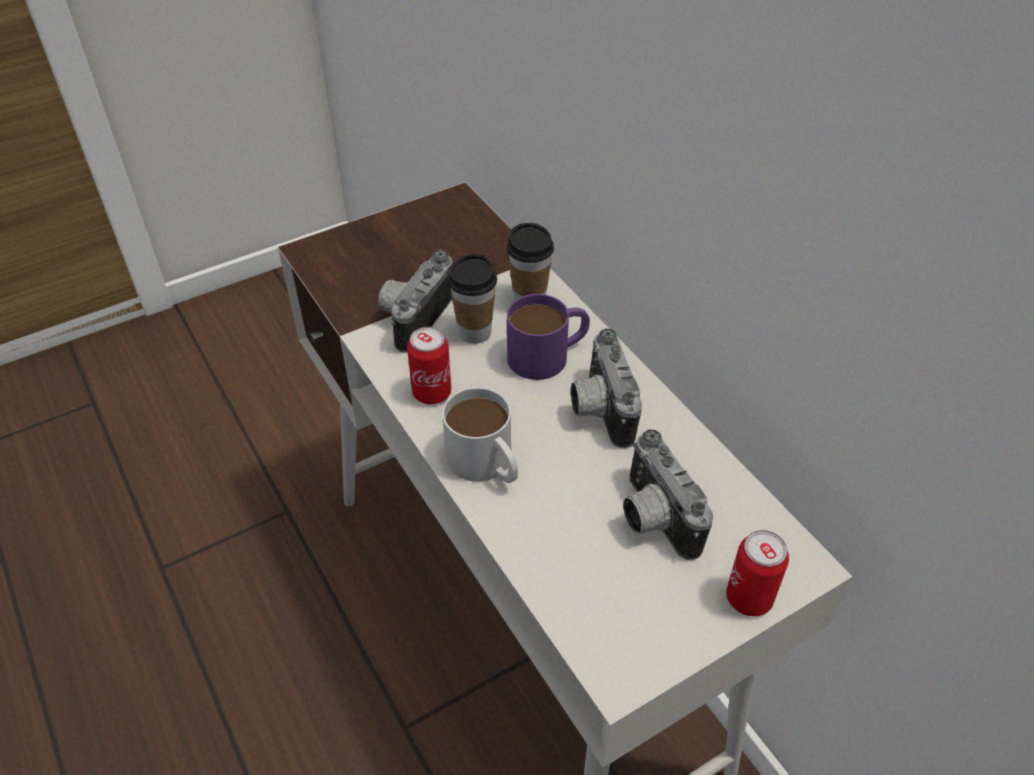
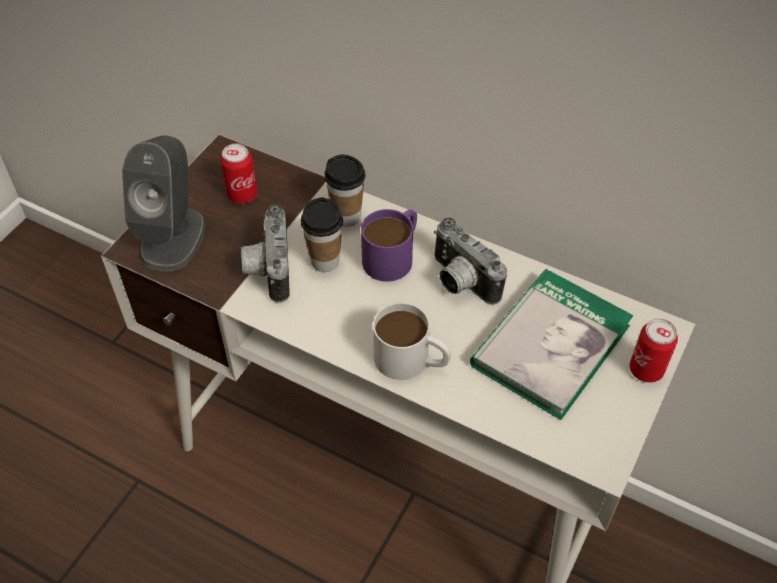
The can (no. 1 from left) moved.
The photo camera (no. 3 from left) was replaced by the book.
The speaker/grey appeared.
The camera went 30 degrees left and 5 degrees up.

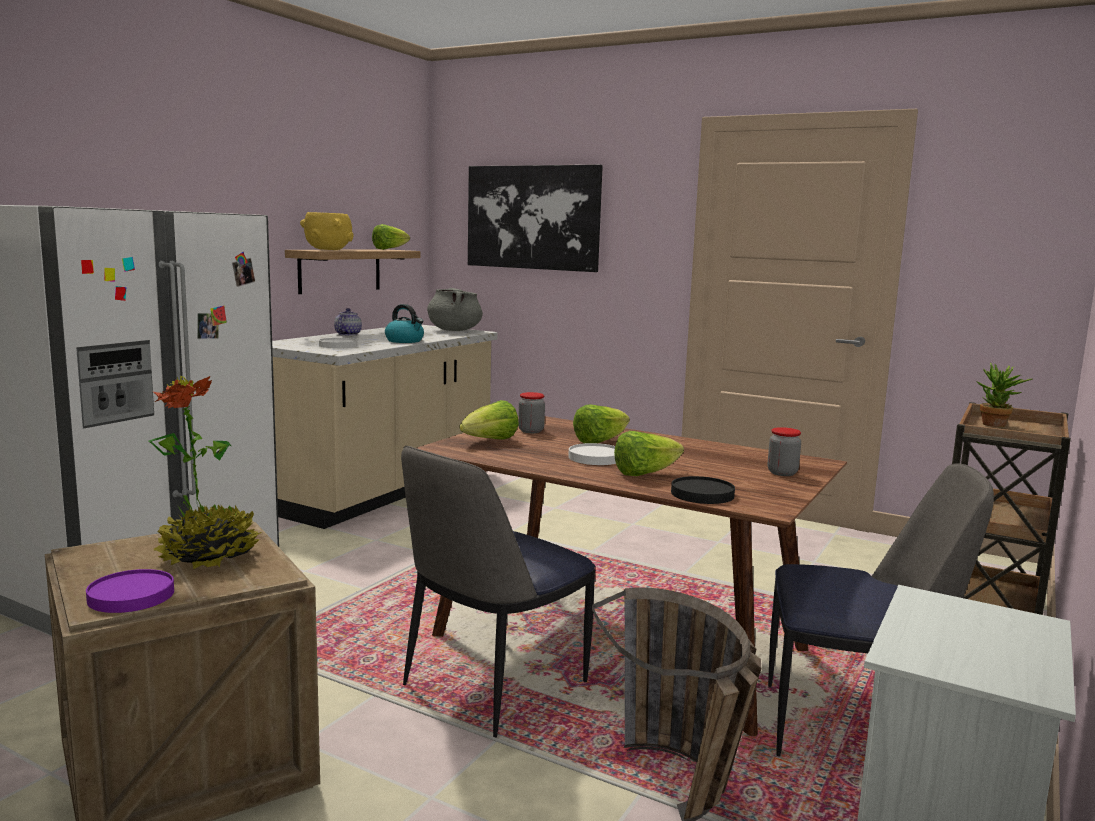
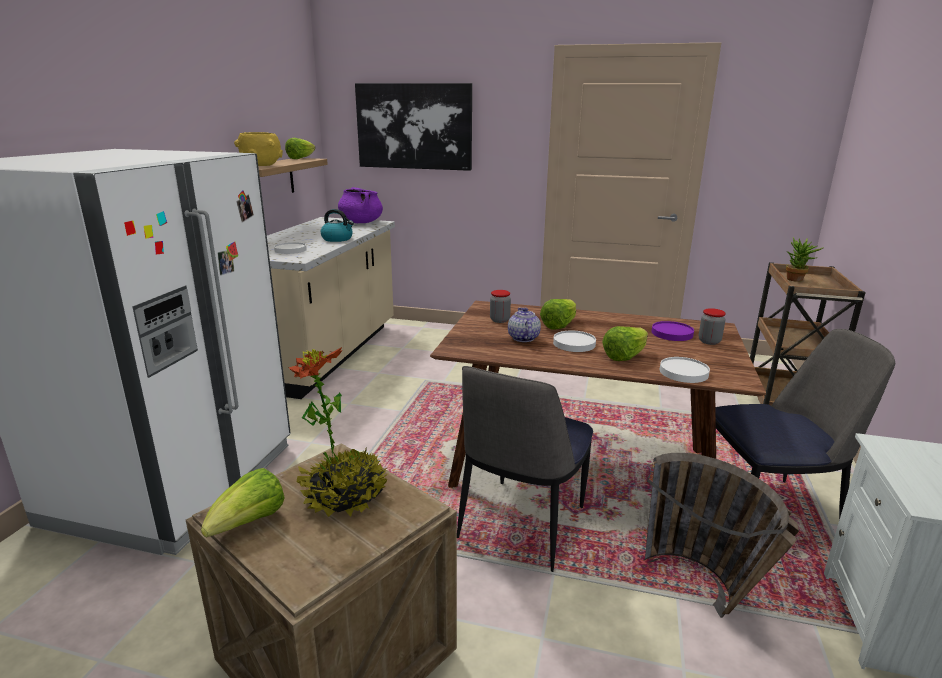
The plate/purple moved.
The teapot moved.
The cooking pot/grey became the cooking pot/purple.
The lettuce (no. 2 from left in the first image) moved.
The plate/black became the plate/white (no. 3 from left).
The camera went 15 degrees left and 10 degrees up.

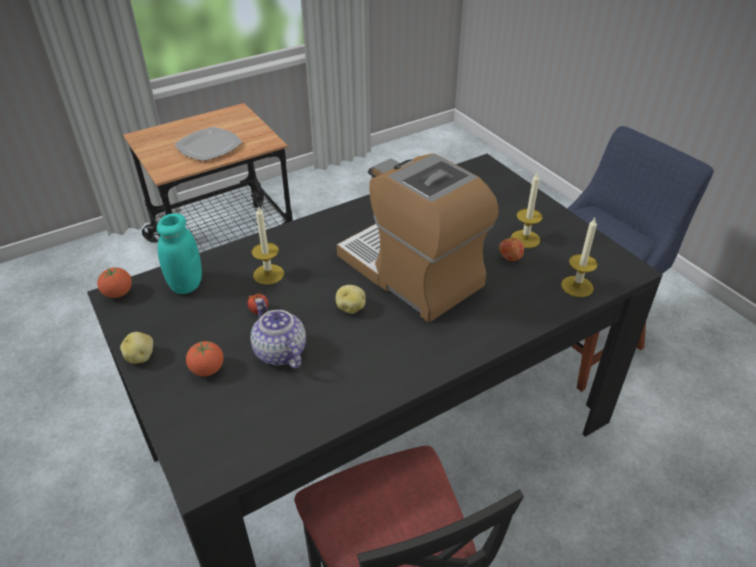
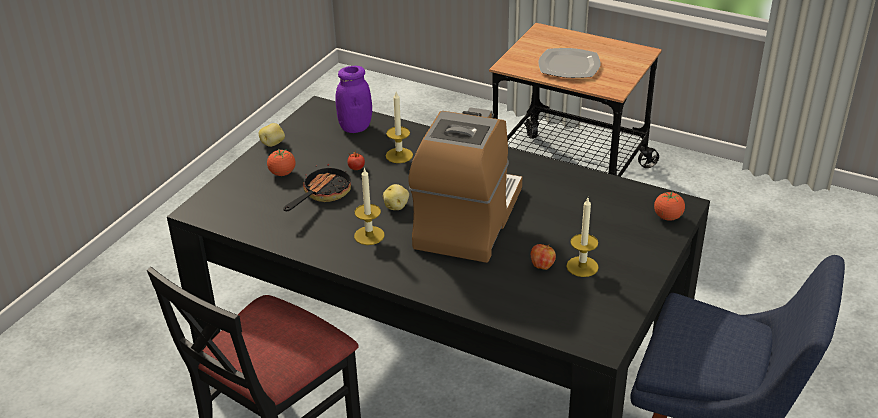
The tomato (no. 1 from left in the first image) moved.
The jar/turquoise became the jar/purple.
The teapot was replaced by the frying pan.
The candle (no. 3 from left in the first image) moved.
The camera went 60 degrees right and 5 degrees down.

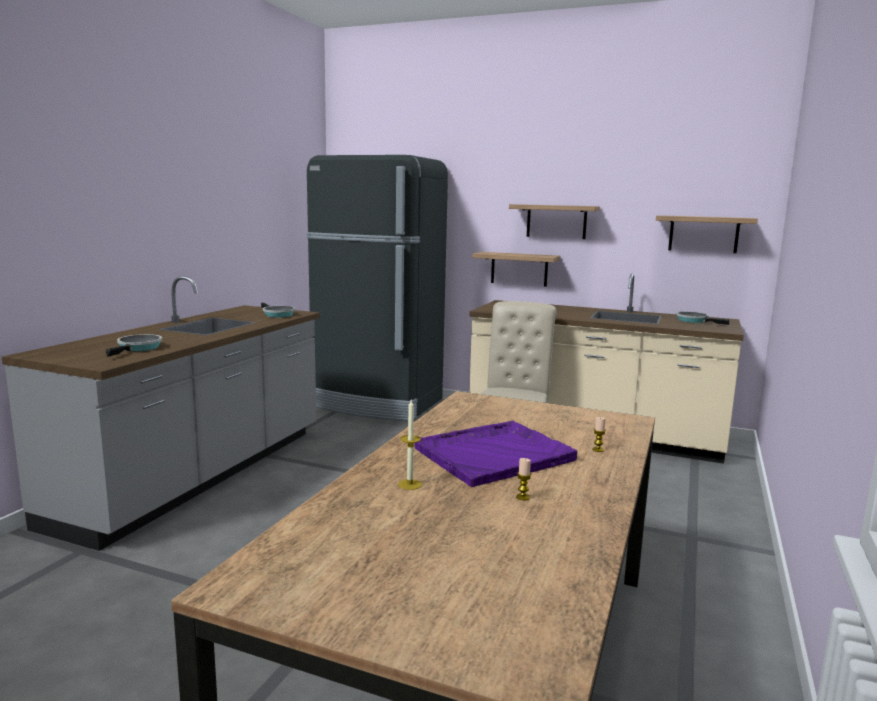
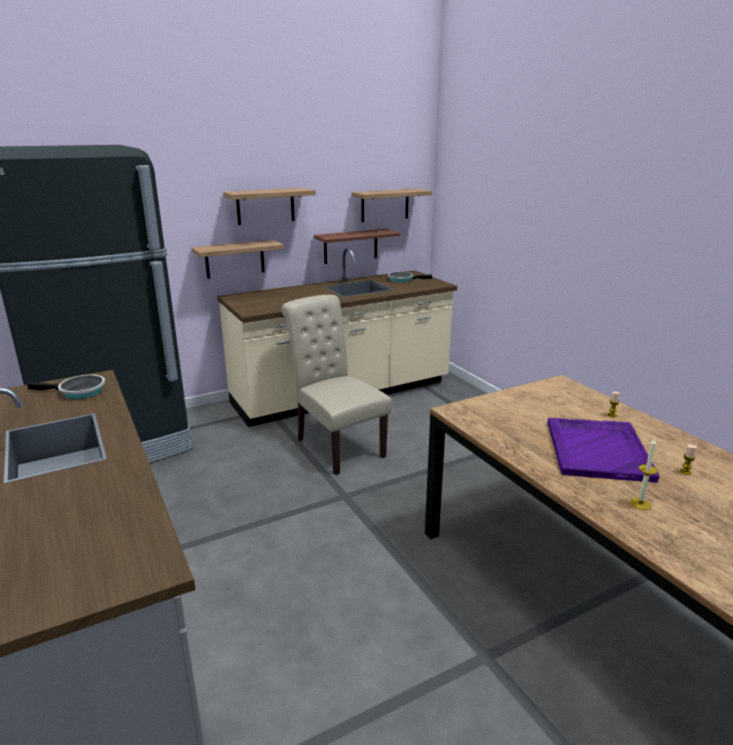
The frying pan (no. 1 from left) disappeared.
The shelf (no. 3 from left) appeared.
The camera went 50 degrees left and 10 degrees up.

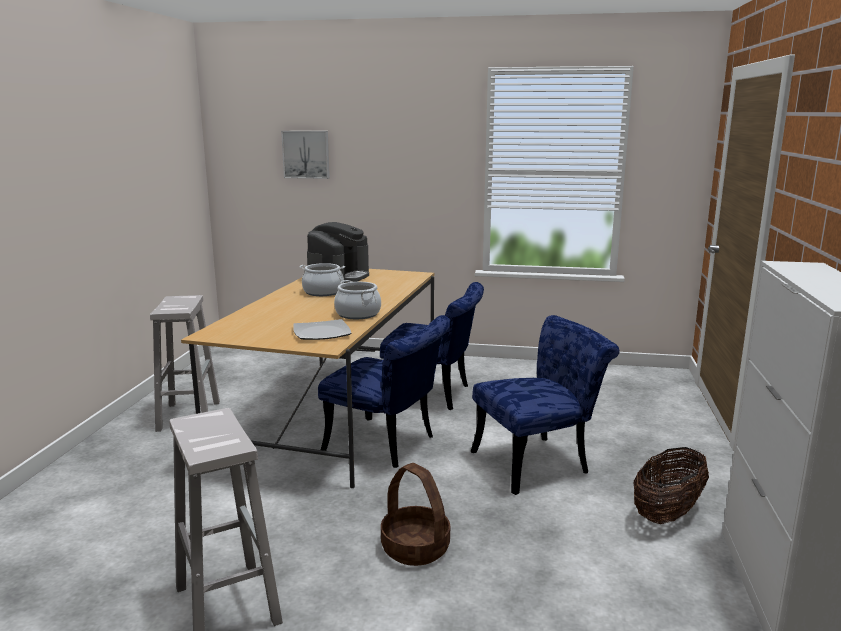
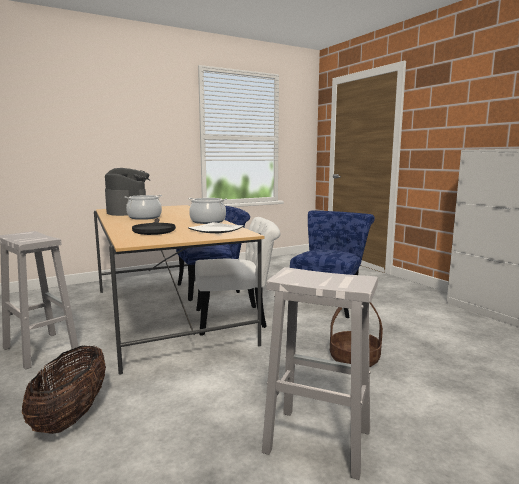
The picture disappeared.
The chair/blue (no. 1 from left) became the chair/white.
The basket (no. 2 from left in the first image) moved.
The frying pan/black appeared.
The camera went 40 degrees left and 5 degrees down.

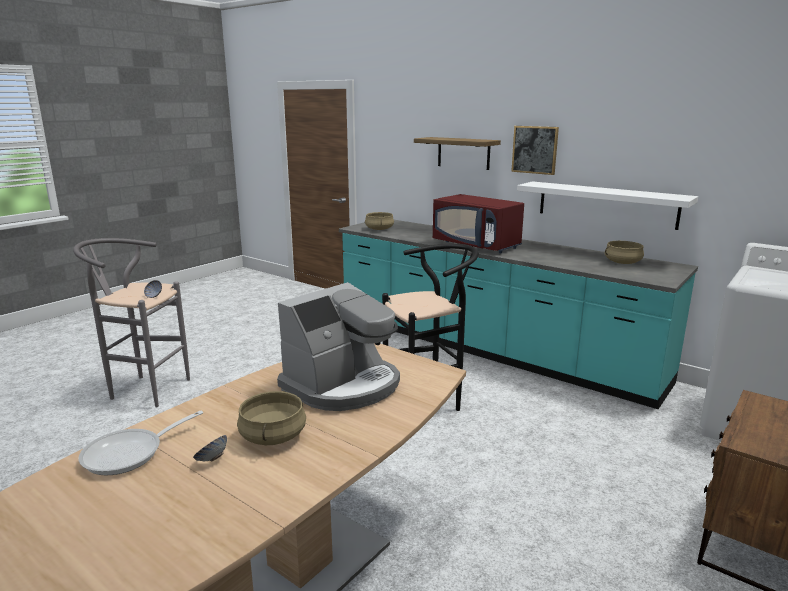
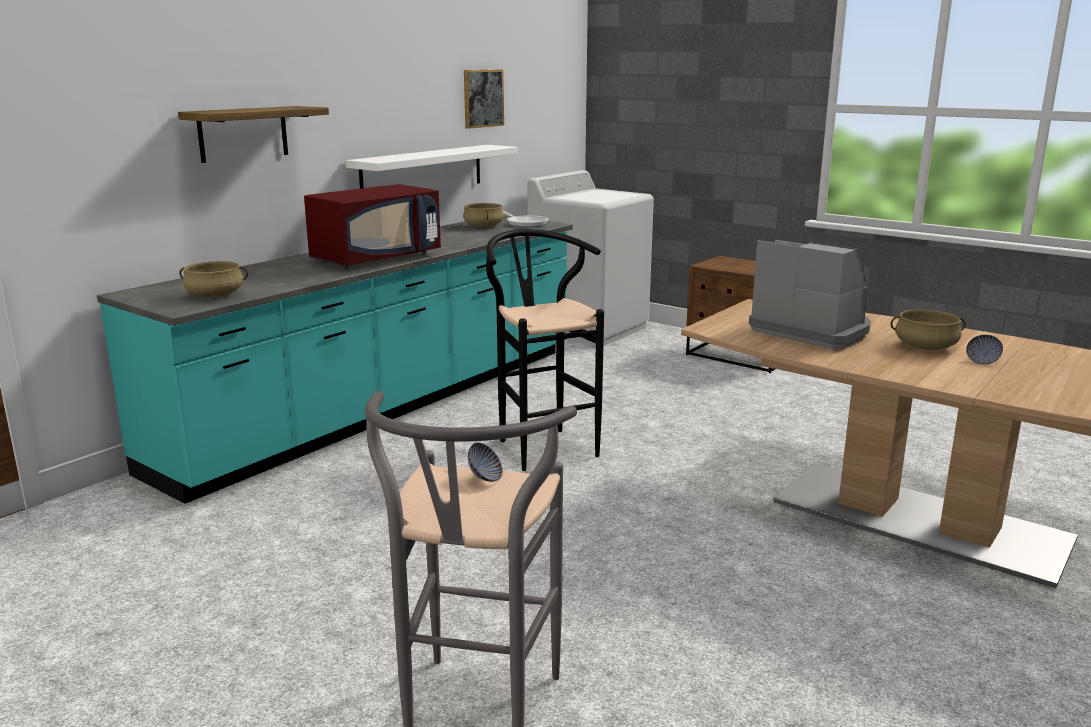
The frying pan moved.
The picture moved.
The camera went 90 degrees left and 0 degrees up.

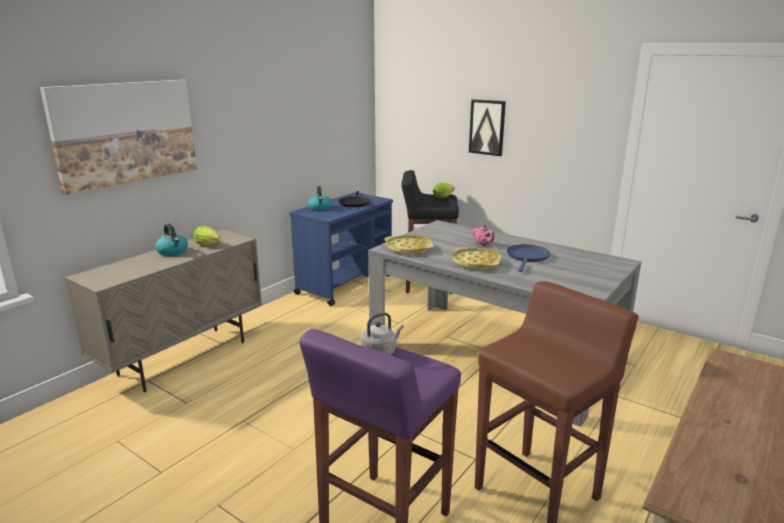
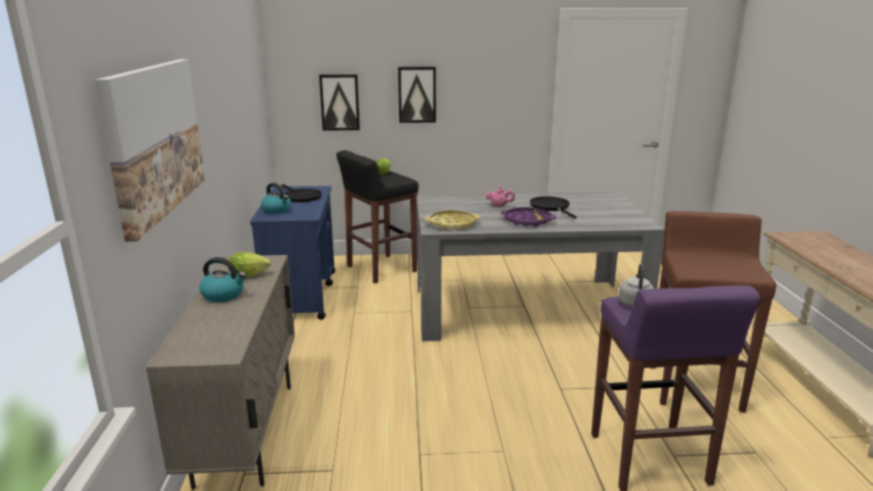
The tray/yellow (no. 2 from left) became the tray/purple.
The frying pan/blue became the frying pan/black (no. 2 from left).
The picture (no. 2 from left) appeared.
The camera went 40 degrees left and 0 degrees up.

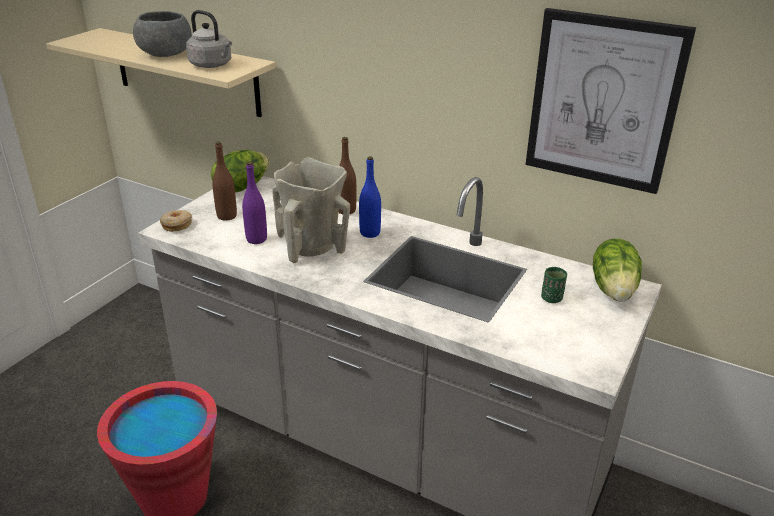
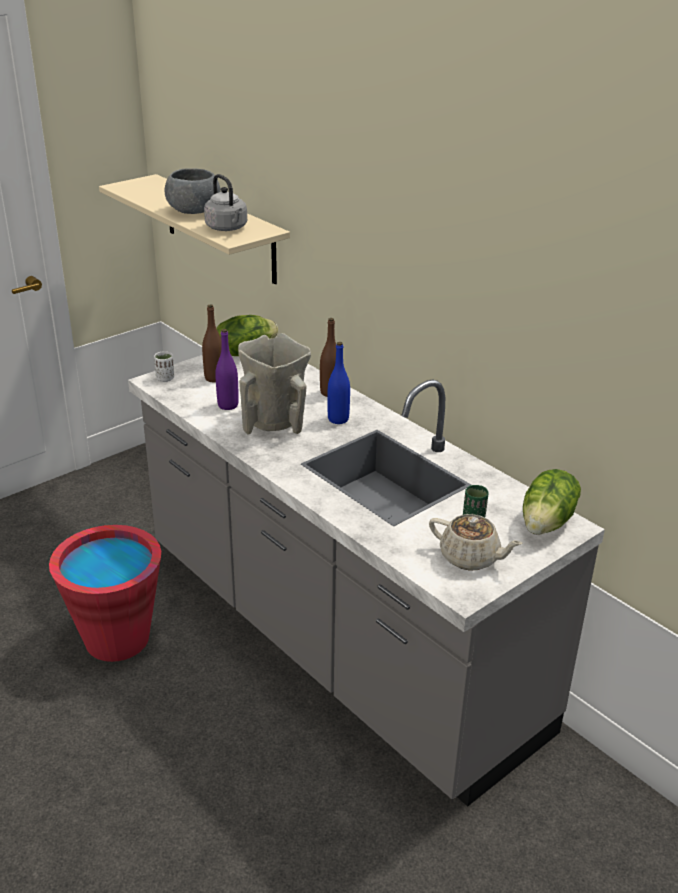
The donut was replaced by the cup/white.
The picture disappeared.
The teapot/beige appeared.
The camera went 20 degrees right and 0 degrees up.

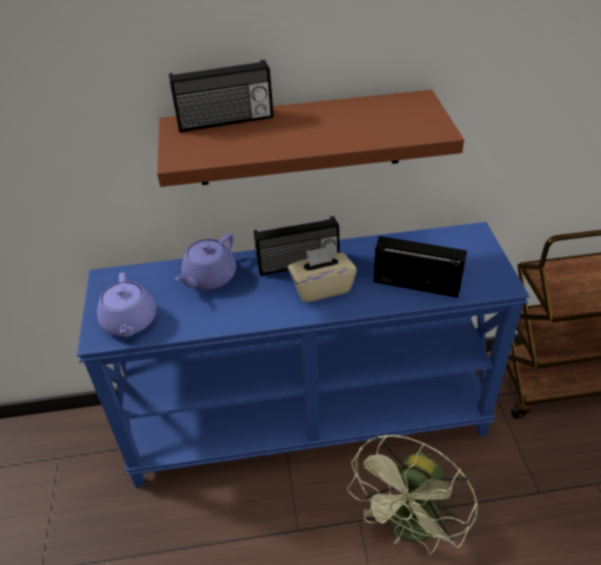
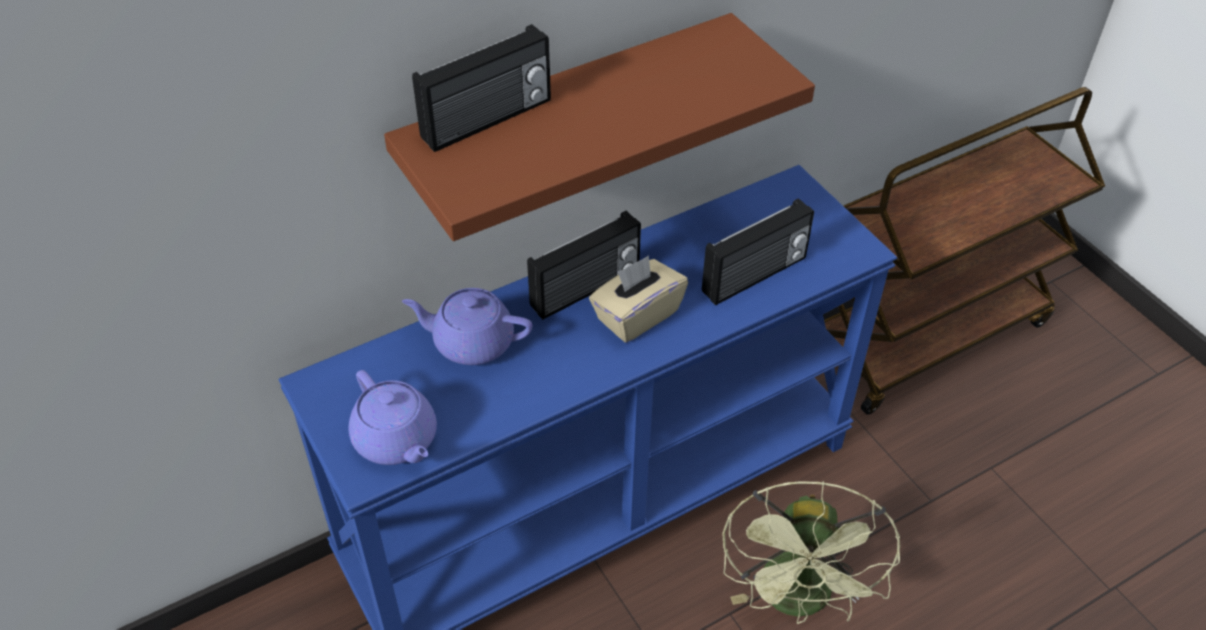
The teapot/purple (no. 2 from left) turned 90 degrees clockwise.
The radio (no. 3 from left) turned 150 degrees clockwise.
The camera went 25 degrees left and 5 degrees up.

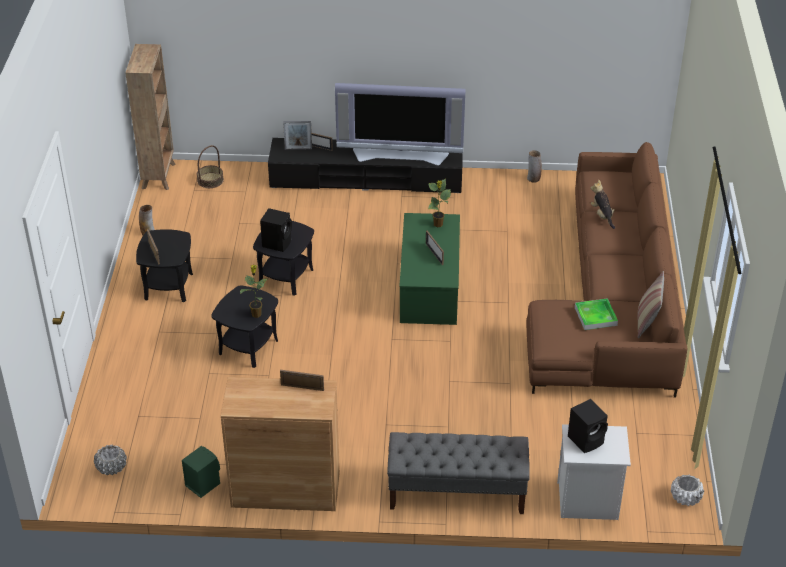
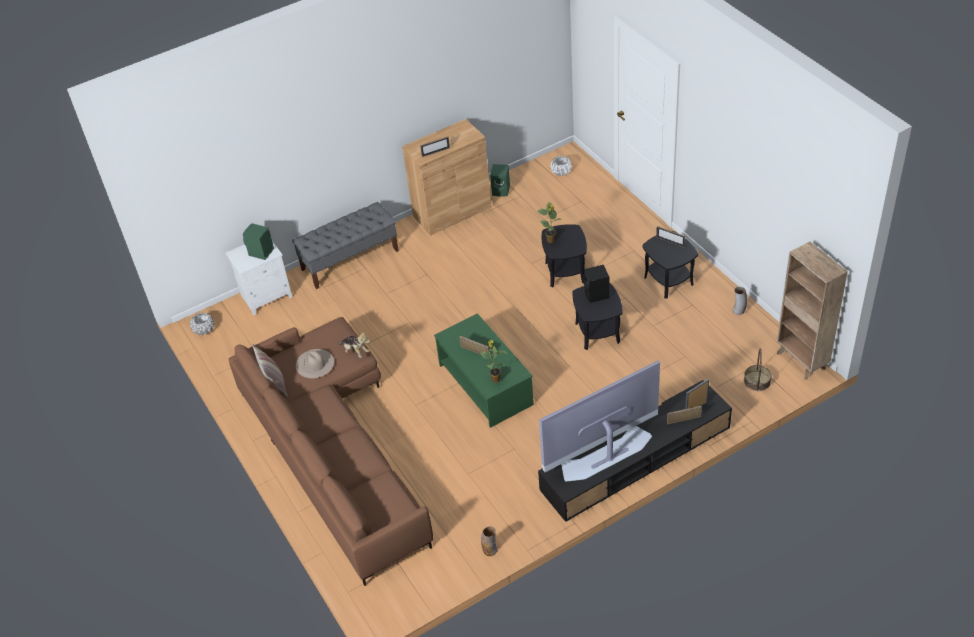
The speaker/black (no. 2 from left) became the speaker/green (no. 1 from left).
The tray was replaced by the hat/beige.
The plush toy moved.
The camera went 150 degrees right and 5 degrees up.

